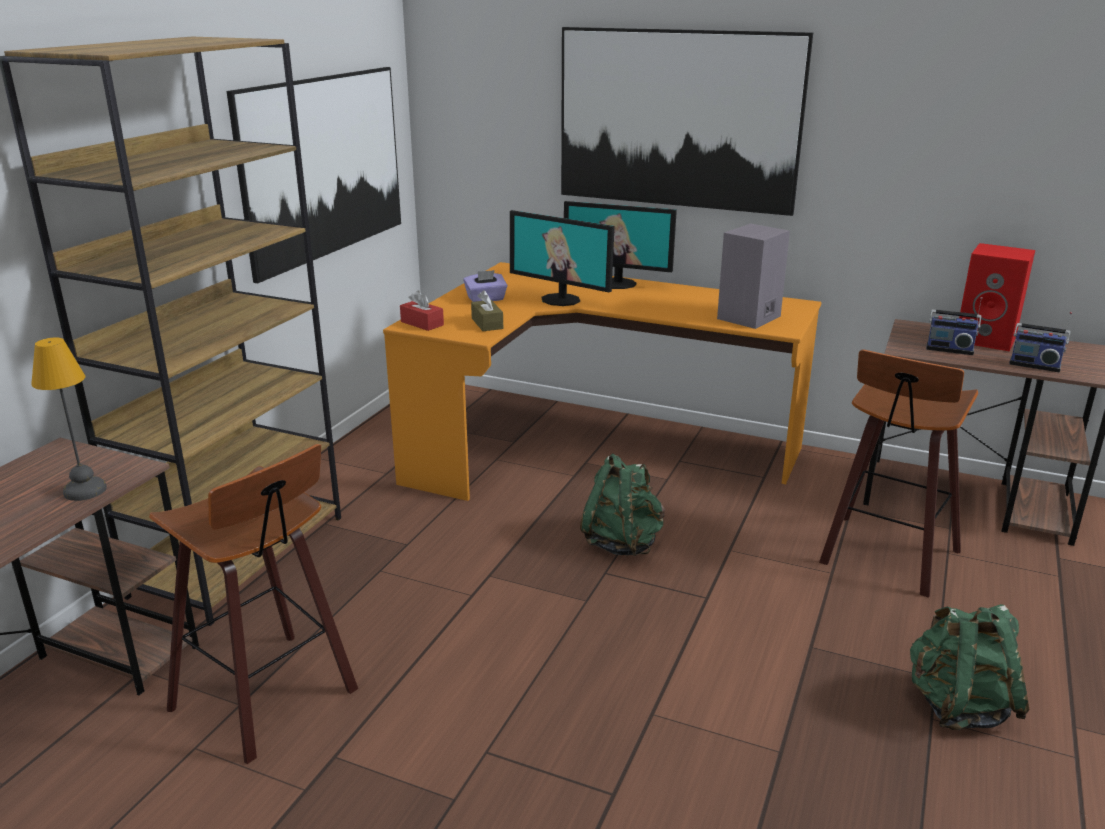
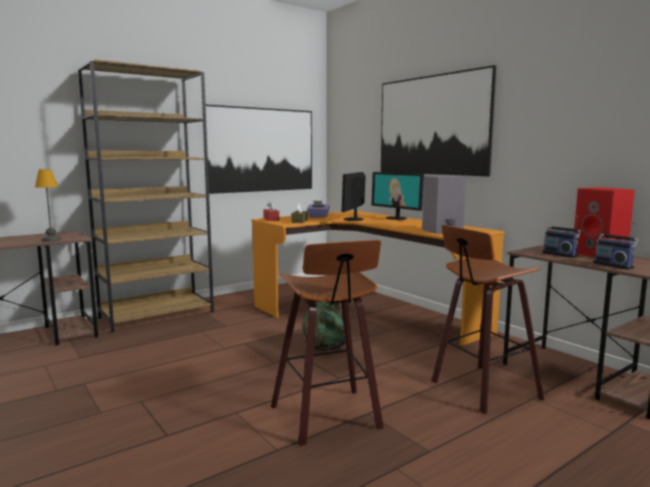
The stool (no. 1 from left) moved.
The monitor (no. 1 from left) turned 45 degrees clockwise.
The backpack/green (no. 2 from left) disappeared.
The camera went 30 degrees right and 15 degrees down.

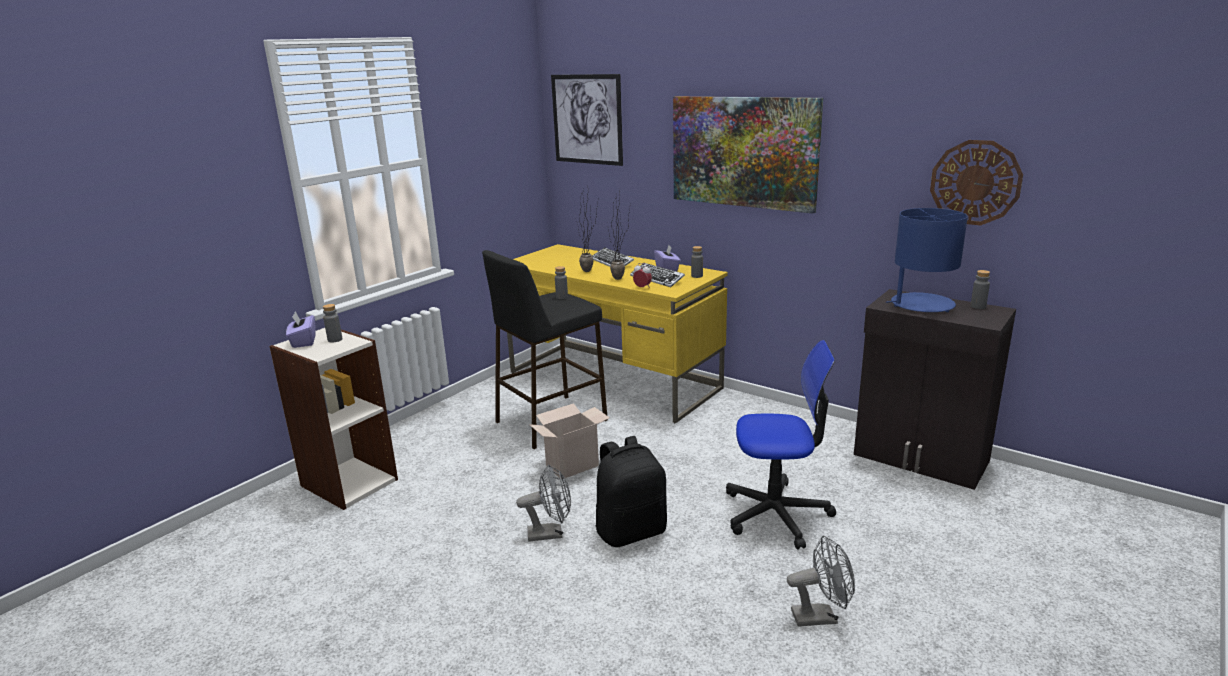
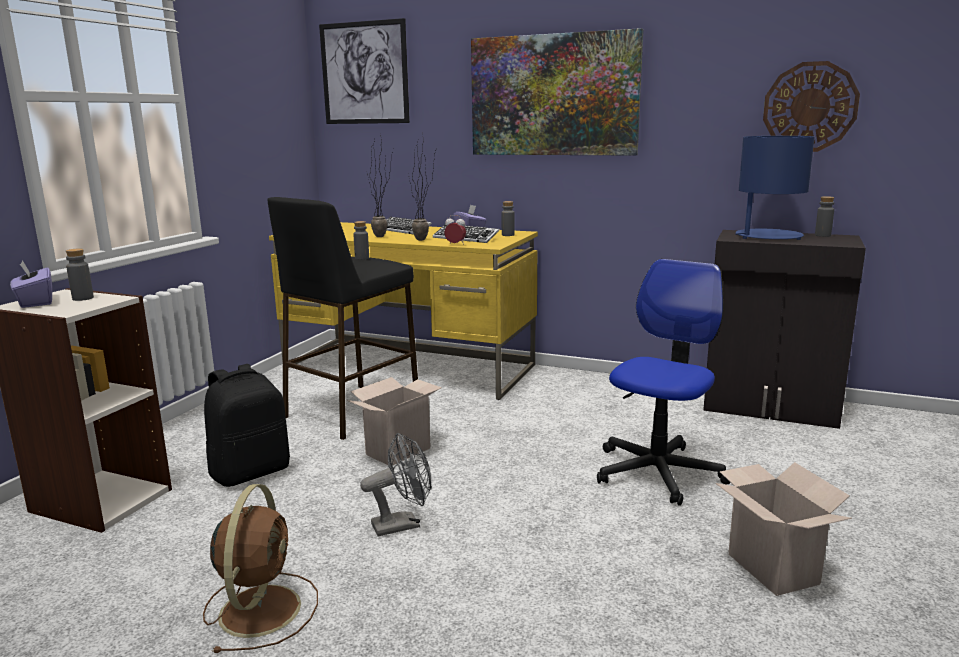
The backpack/black moved.
The office chair turned 45 degrees counterclockwise.
The fan/grey (no. 2 from left) was replaced by the cardboard box (no. 2 from left).
The fan/brown appeared.
The camera went 15 degrees left and 5 degrees down.

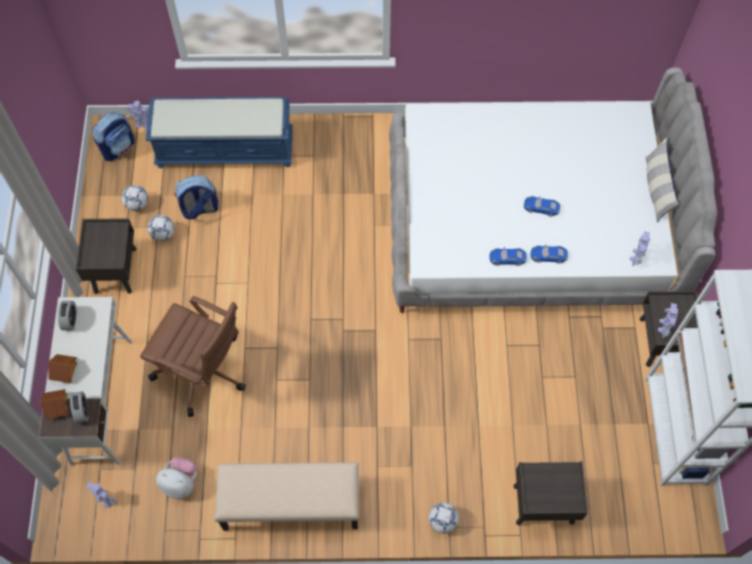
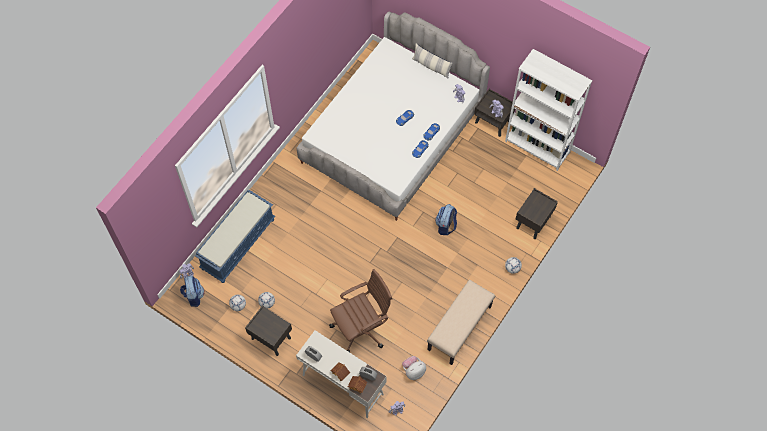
The backpack (no. 2 from left) moved.
The camera went 55 degrees left and 0 degrees up.

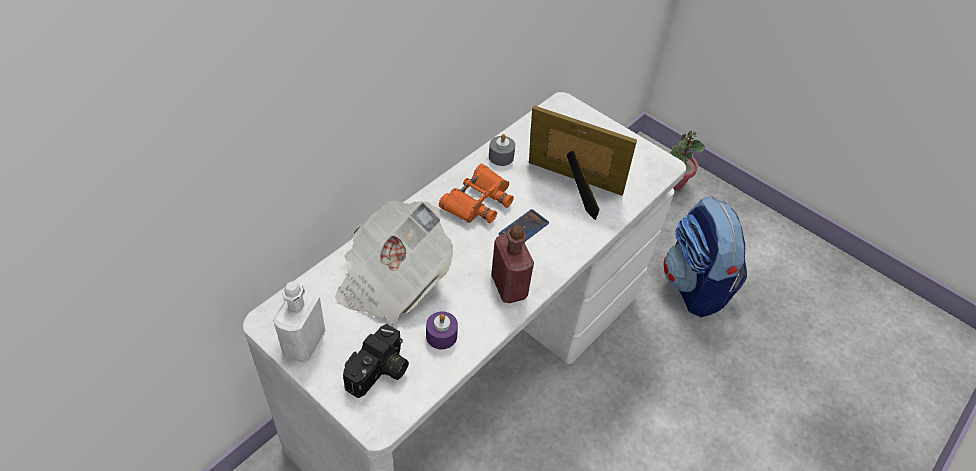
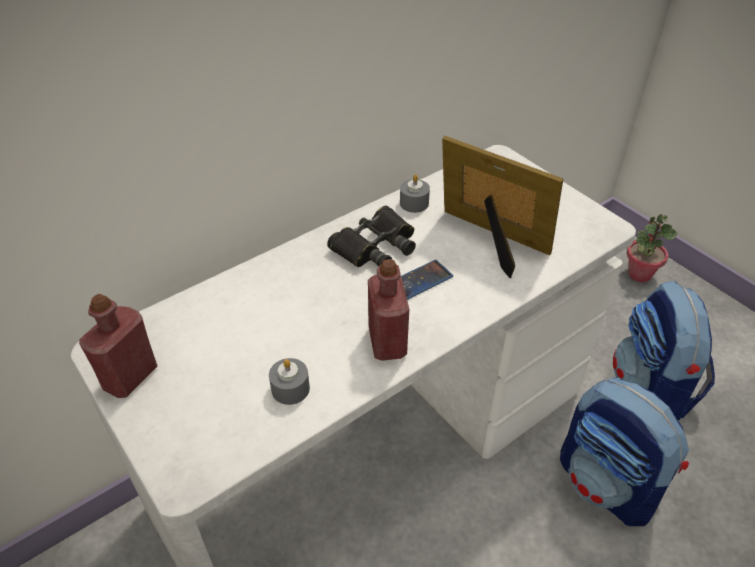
The bottle/white became the bottle/red (no. 1 from left).
The newspaper disappeared.
The photo camera disappeared.
The candle/purple became the candle/grey (no. 1 from left).
The binoculars/orange became the binoculars/black.
The backpack (no. 1 from left) appeared.
The camera went 15 degrees right and 5 degrees down.

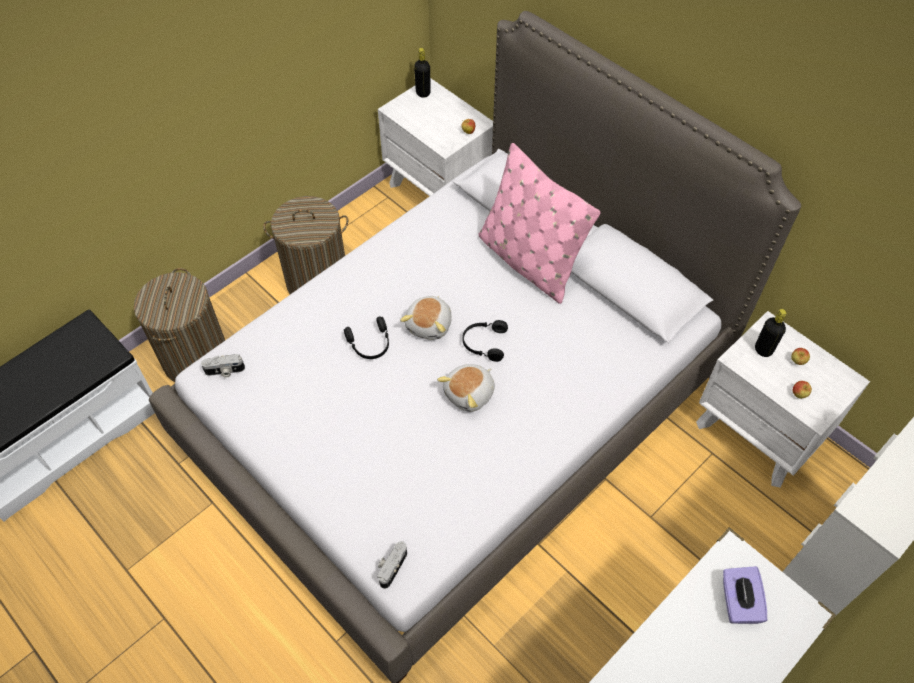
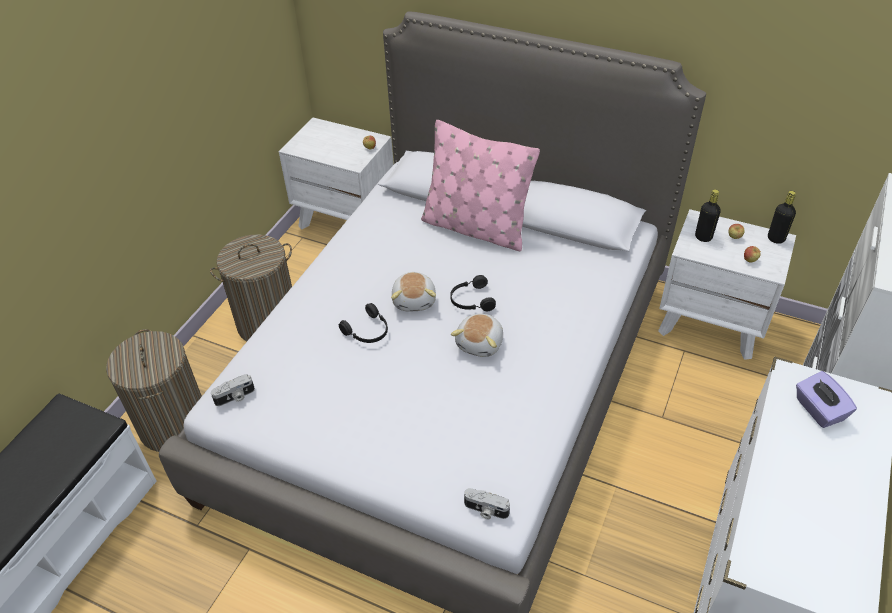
The photo camera (no. 2 from left) turned 75 degrees counterclockwise.
The bottle/black (no. 1 from left in the first image) moved.
The camera went 20 degrees left and 10 degrees down.

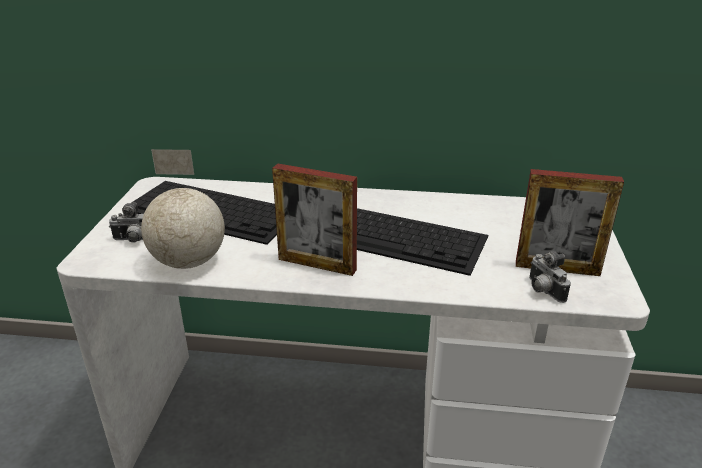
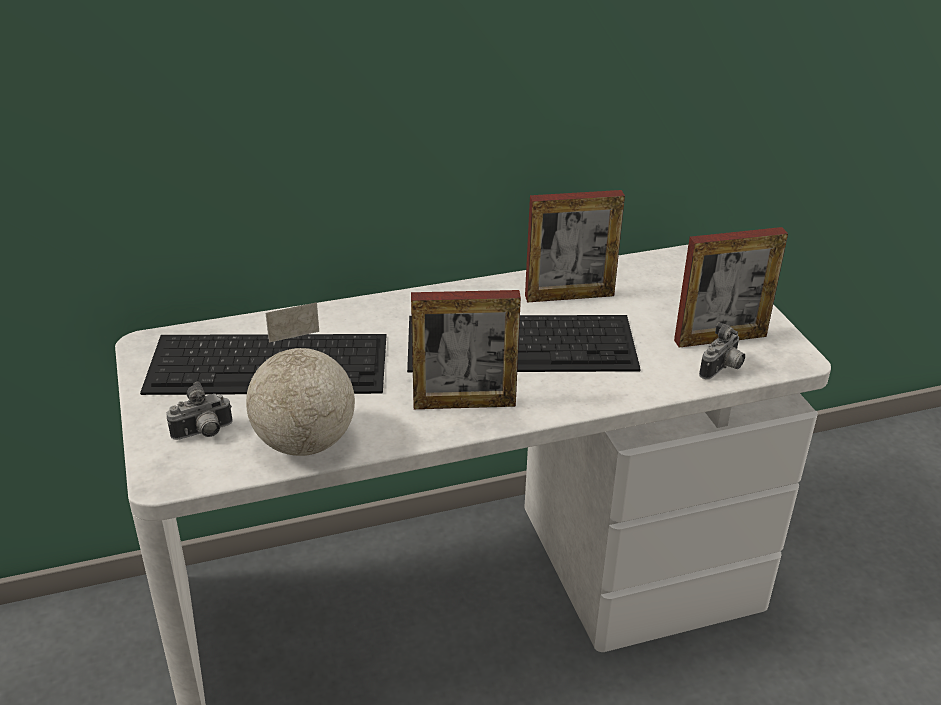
The photo camera (no. 2 from left) turned 90 degrees counterclockwise.
The picture frame (no. 2 from left) appeared.
The camera went 25 degrees left and 5 degrees up.

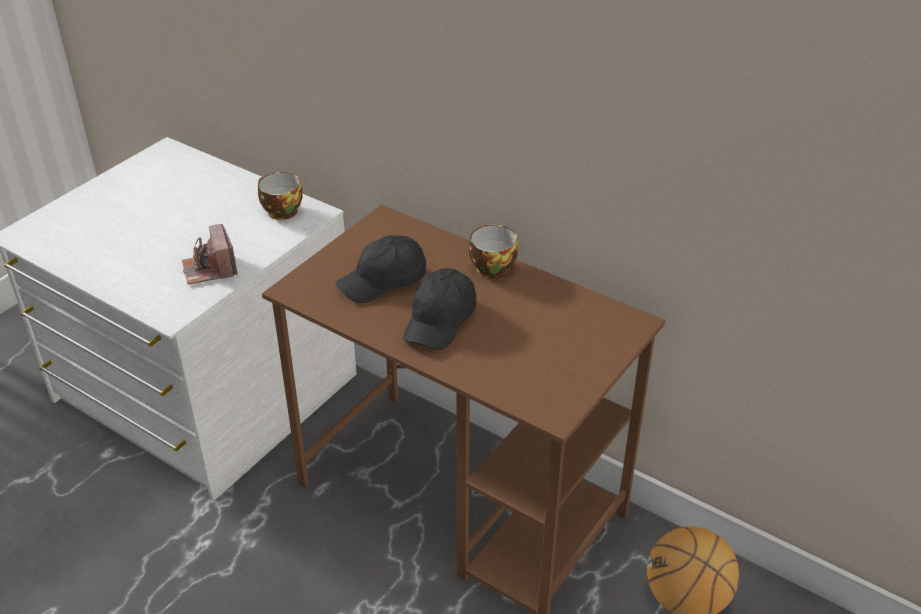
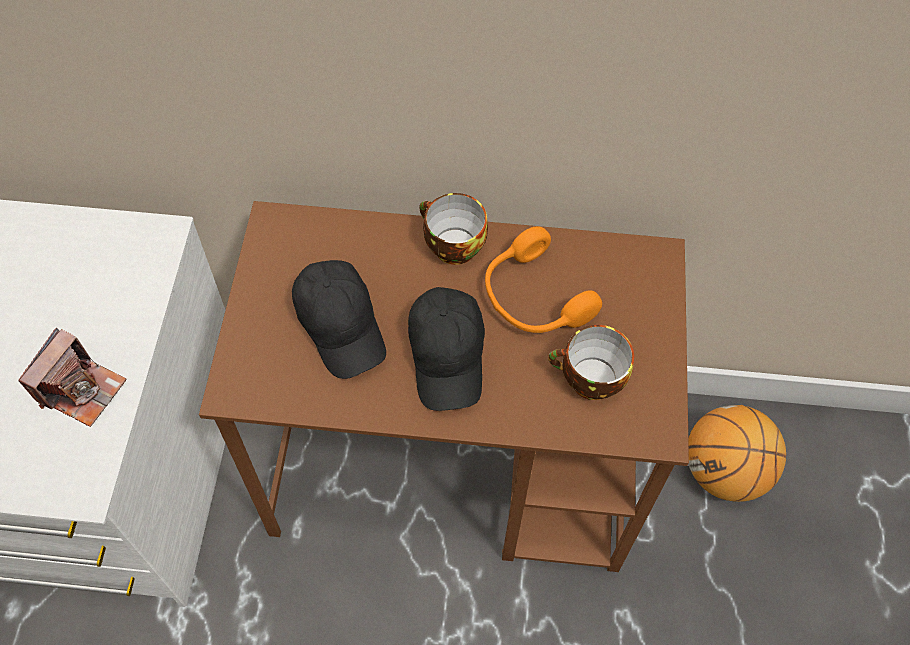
The photo camera turned 105 degrees counterclockwise.
The cup (no. 1 from left in the first image) moved.
The cap/black (no. 1 from left) turned 60 degrees counterclockwise.
The headphones/orange appeared.
The camera went 30 degrees left and 20 degrees up.

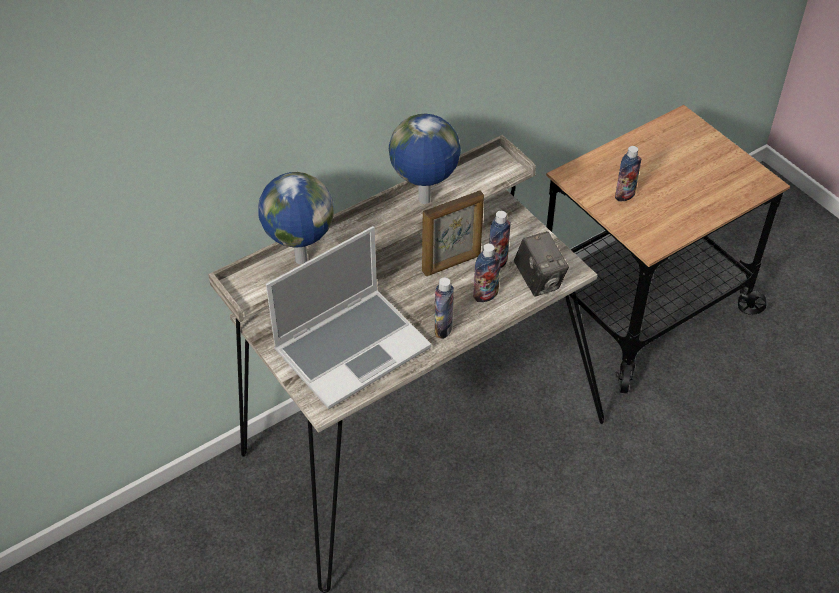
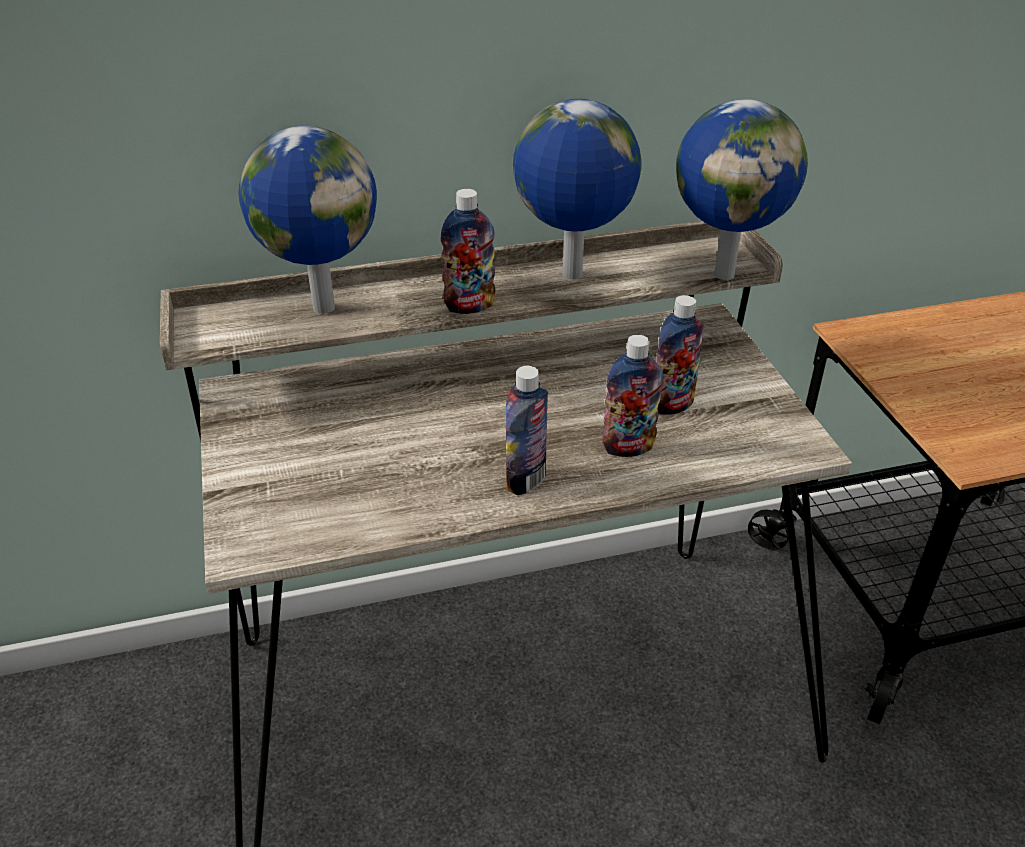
The laptop disappeared.
The picture frame disappeared.
The photo camera disappeared.
The bottle (no. 4 from left in the first image) moved.
The globe (no. 3 from left) appeared.
The camera went 20 degrees right and 10 degrees down.

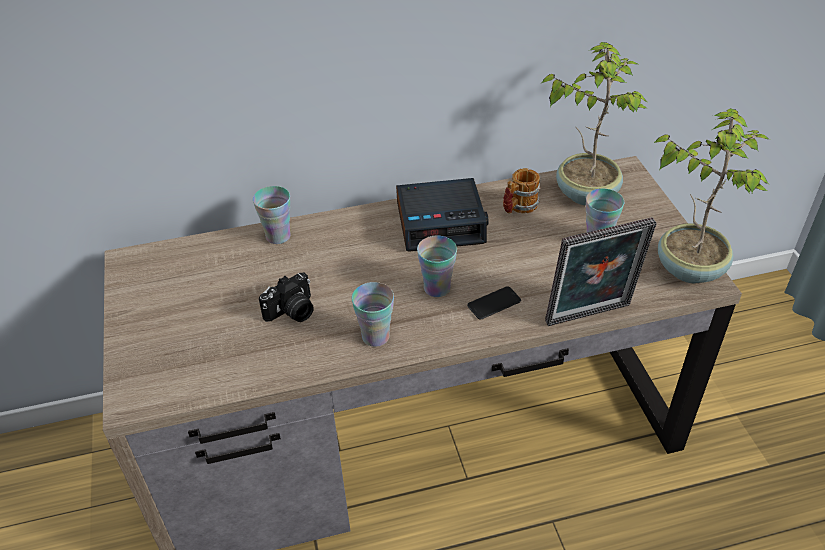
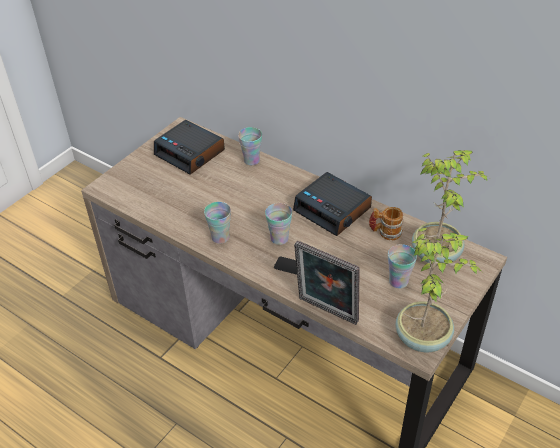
The photo camera disappeared.
The alarm clock (no. 1 from left) appeared.
The camera went 50 degrees right and 0 degrees up.

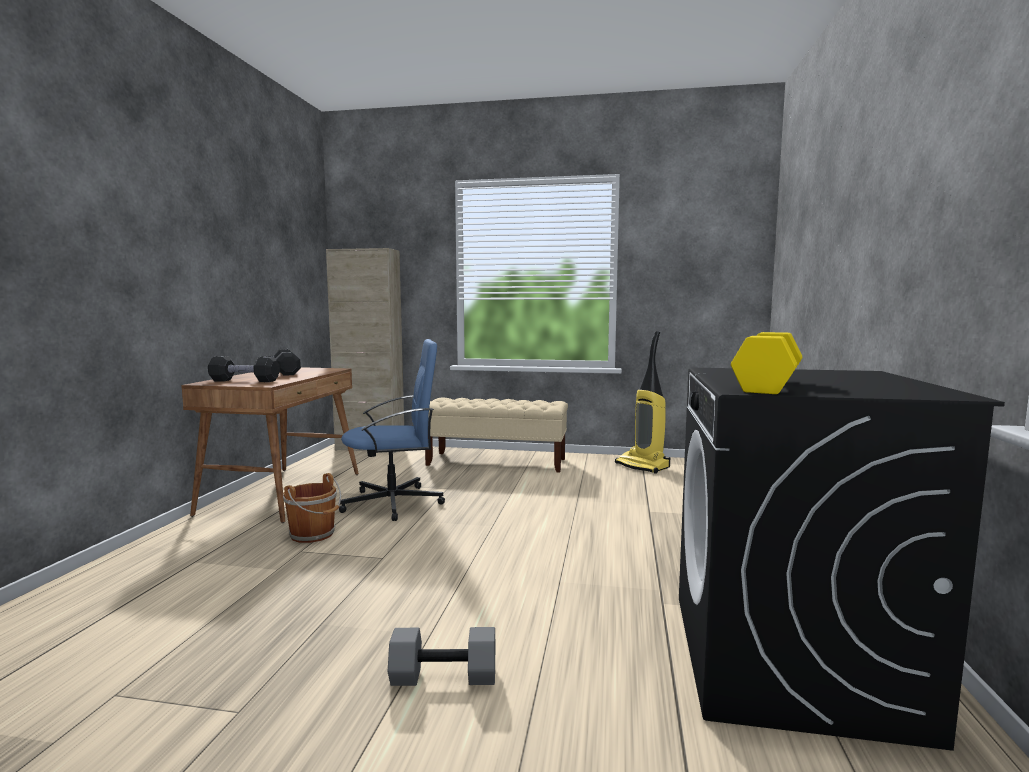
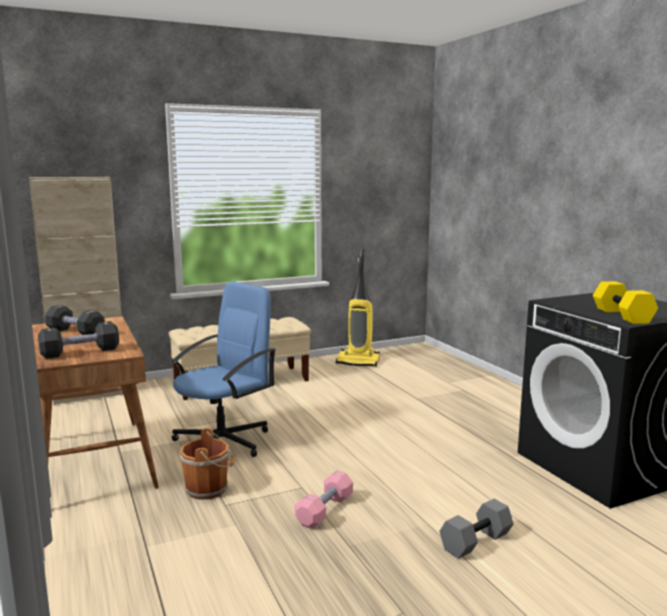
The dumbbell/pink appeared.
The camera went 35 degrees left and 5 degrees up.

